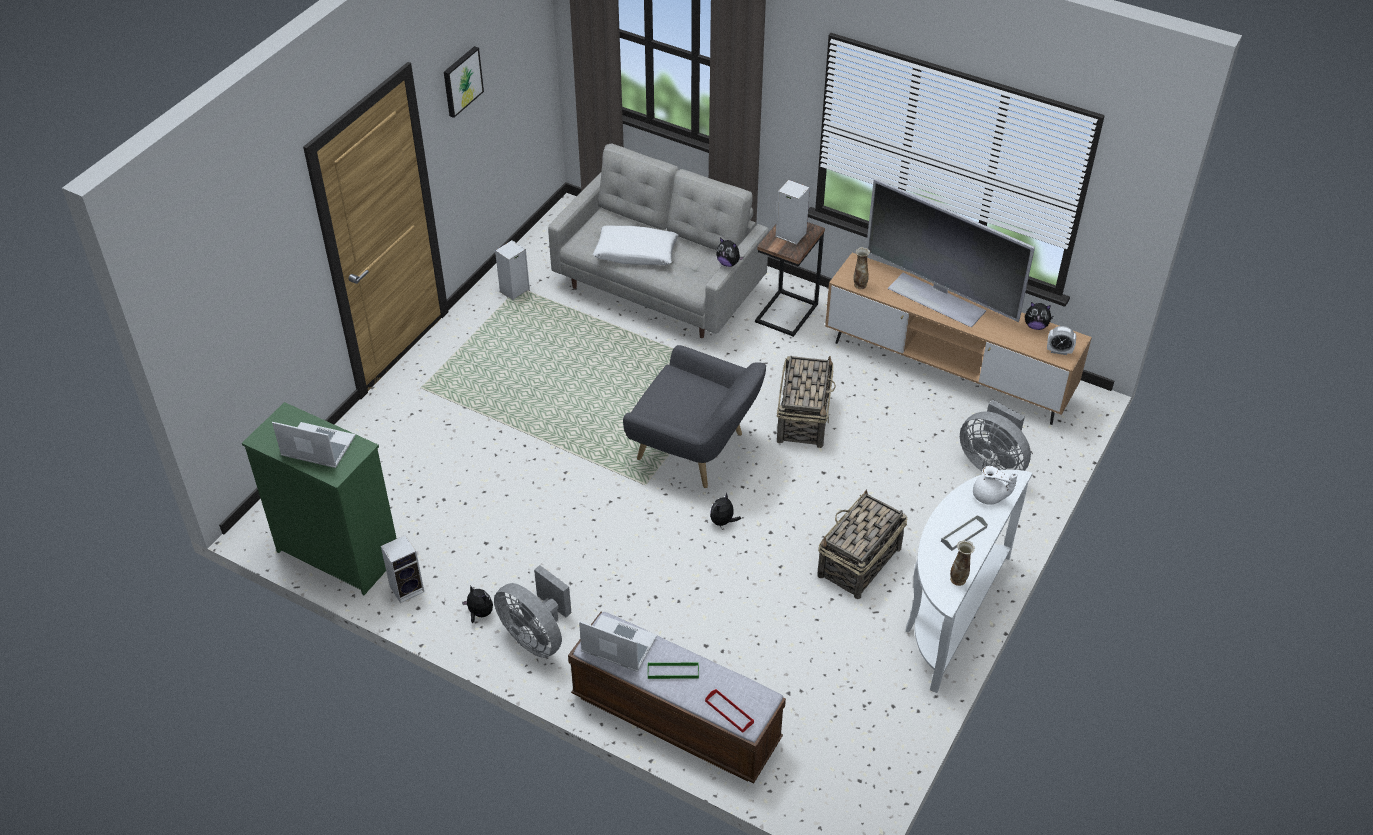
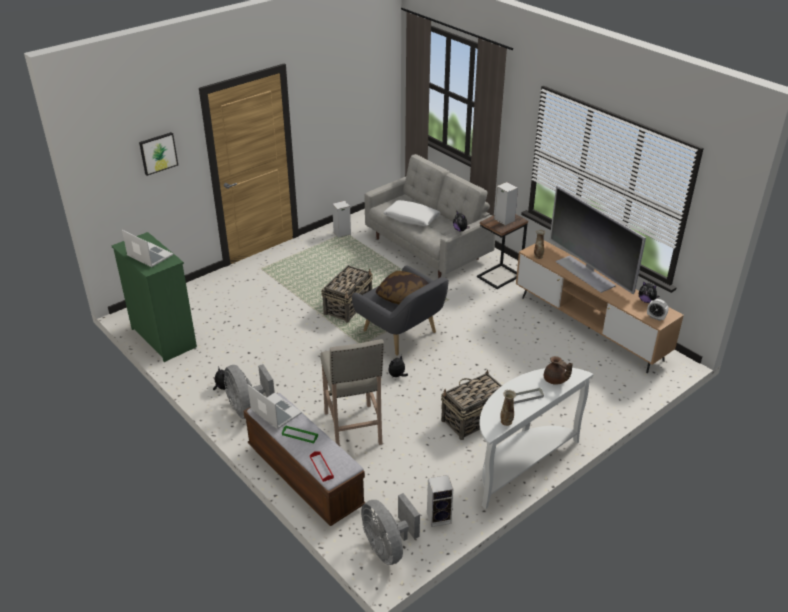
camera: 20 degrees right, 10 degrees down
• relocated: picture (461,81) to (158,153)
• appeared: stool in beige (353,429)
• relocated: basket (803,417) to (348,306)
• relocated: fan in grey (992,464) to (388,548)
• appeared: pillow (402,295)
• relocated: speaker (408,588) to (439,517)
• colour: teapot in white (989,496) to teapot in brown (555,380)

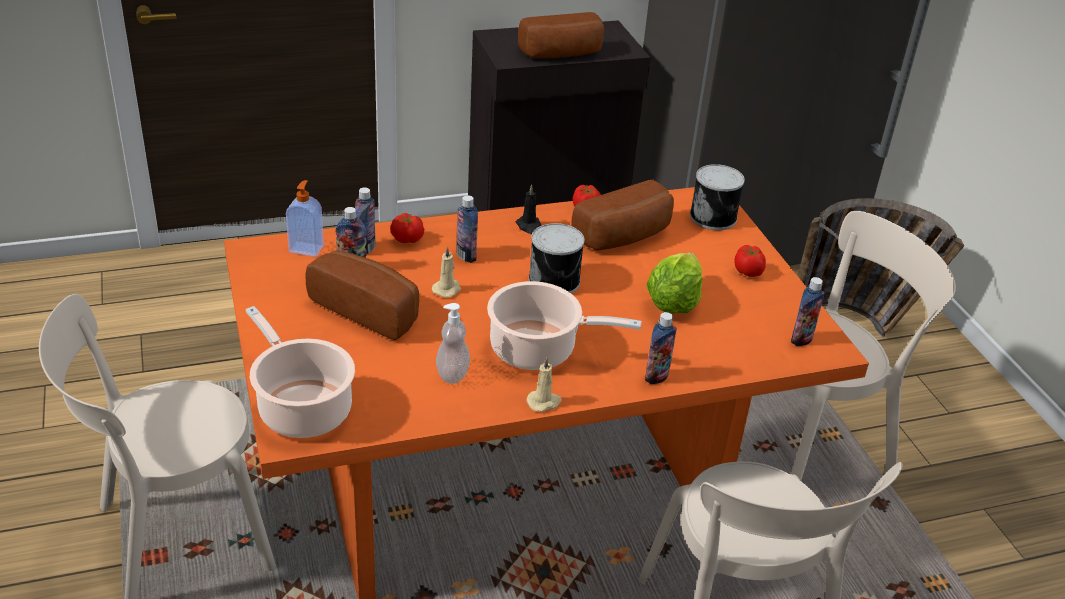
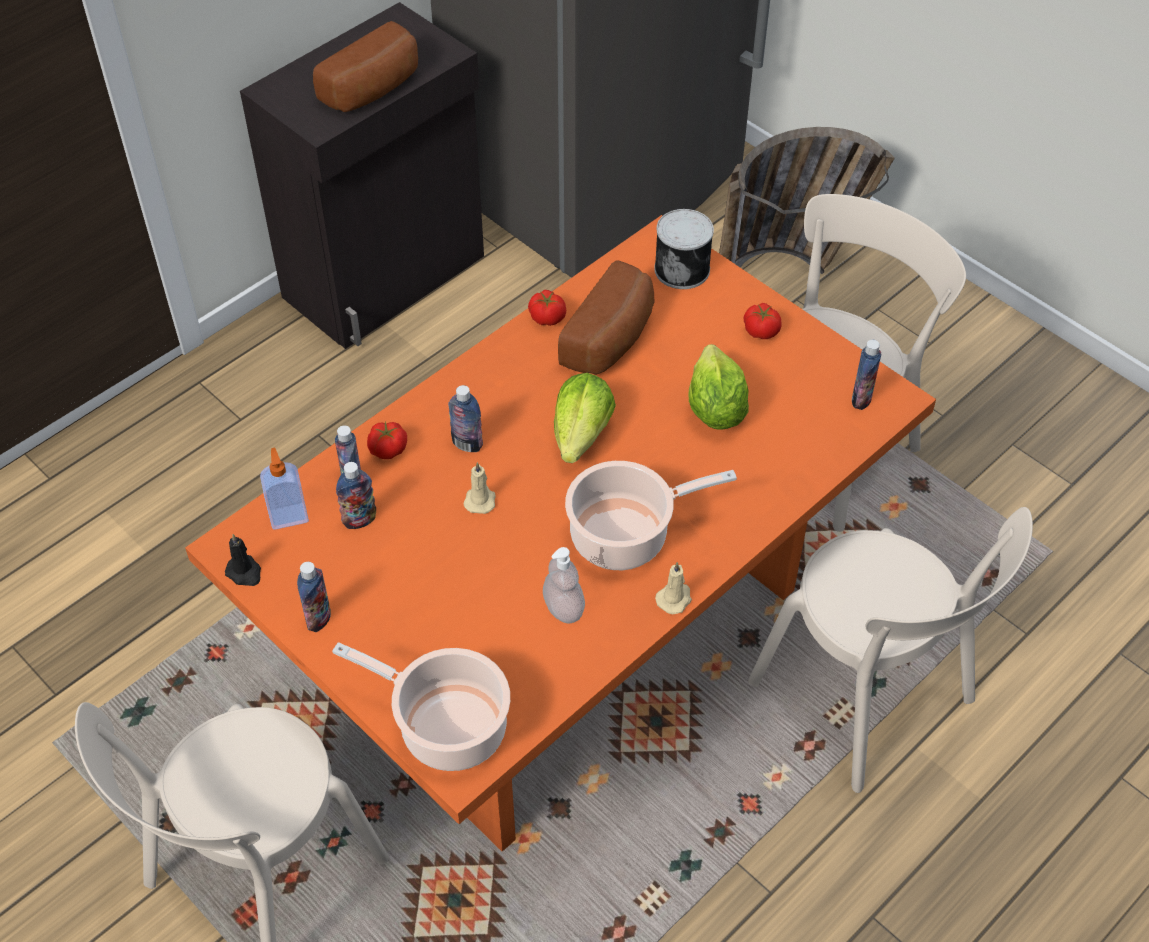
camera: 25 degrees left, 15 degrees up
• relocated: candle in black (529,226) to (245,573)
• relocated: bottle (656,376) to (319,618)
• exchanged: can (555,281) to lettuce (582,434)
• missing: bread (369,309)

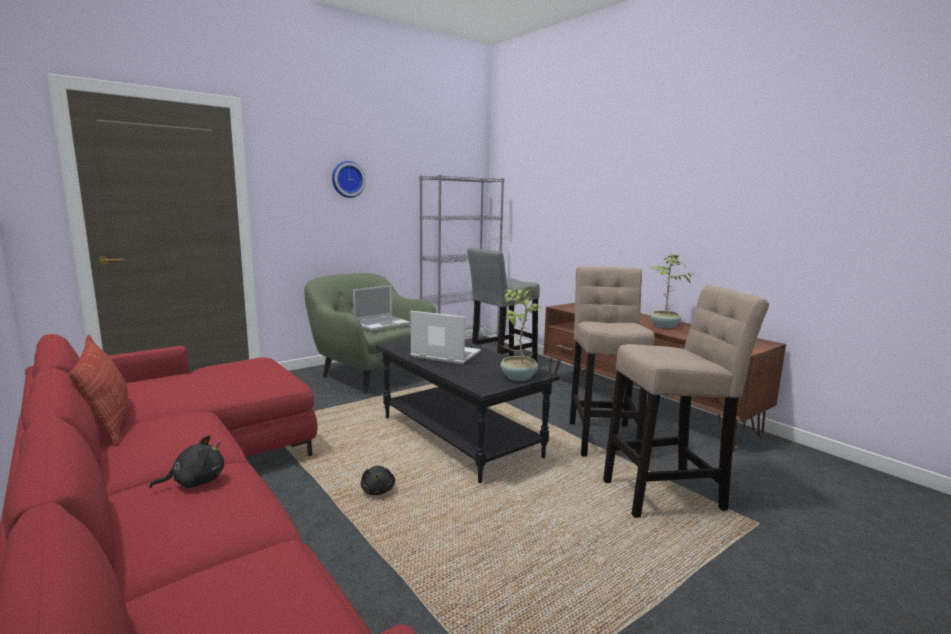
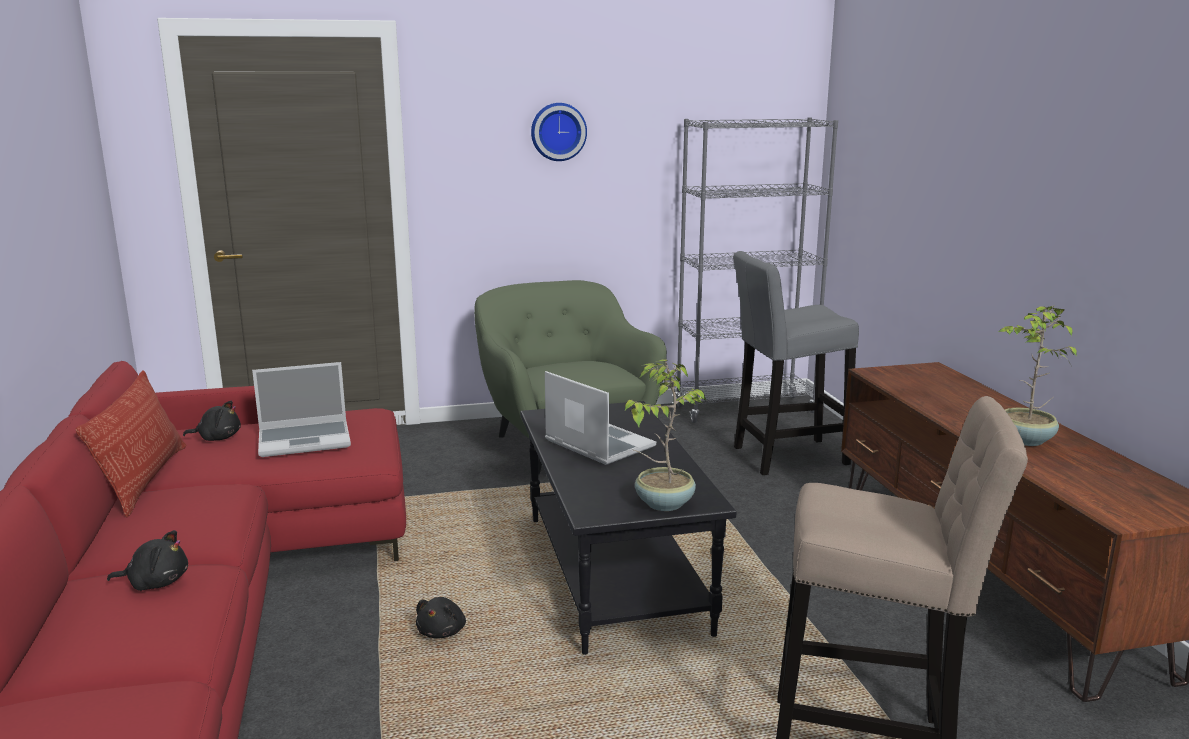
camera: 25 degrees right, 5 degrees up
• appeared: plush toy in black (217,438)
• relocated: laptop (382,324) to (306,440)
• missing: stool in beige (603,437)

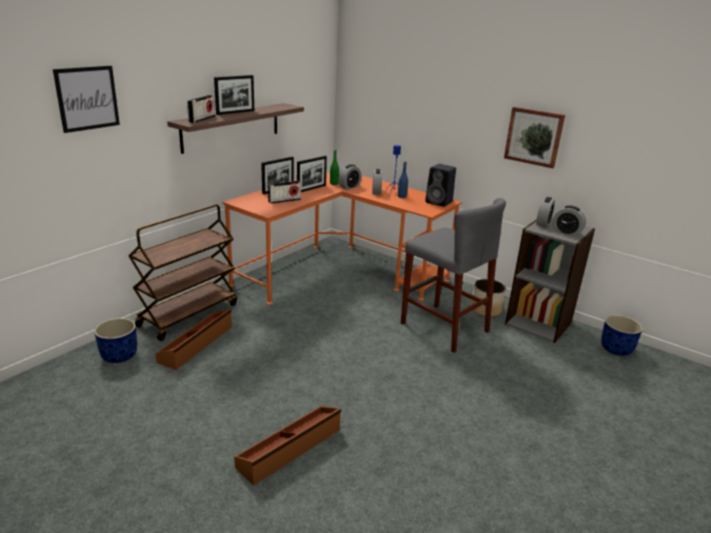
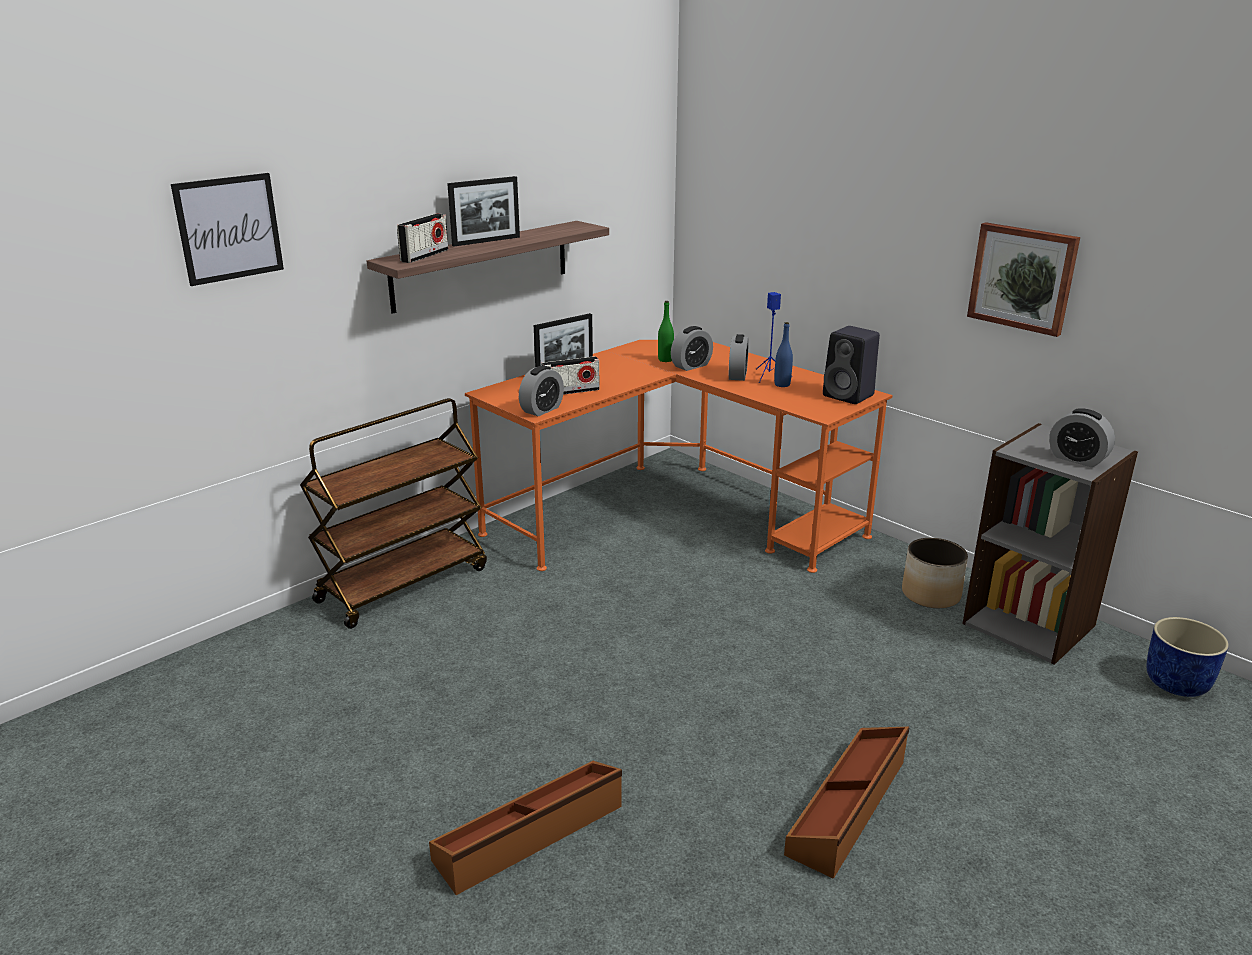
camera: 10 degrees right, 0 degrees up
• relocated: alarm clock (543,223) to (542,410)
• relocated: storage box in brown (197,344) to (849,807)
• missing: planter in blue (119,355)
• missing: picture frame (311,189)
• missing: stool in grey (444,327)

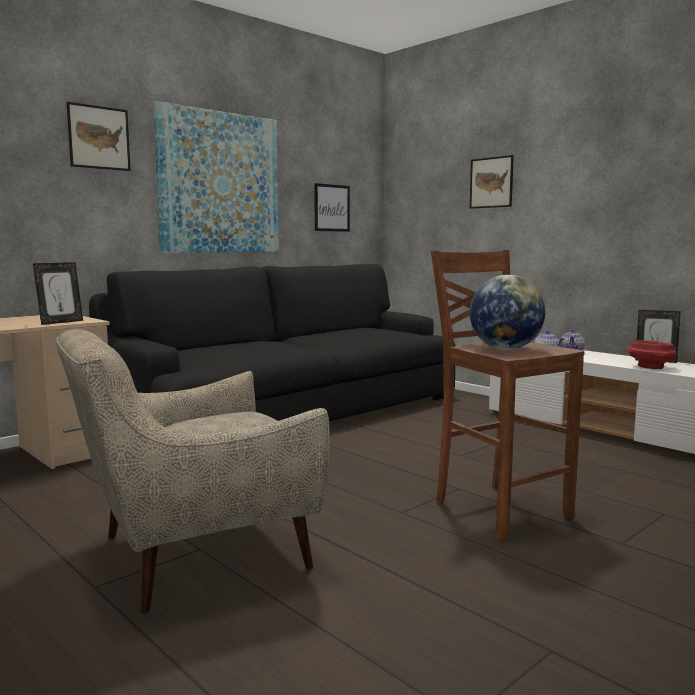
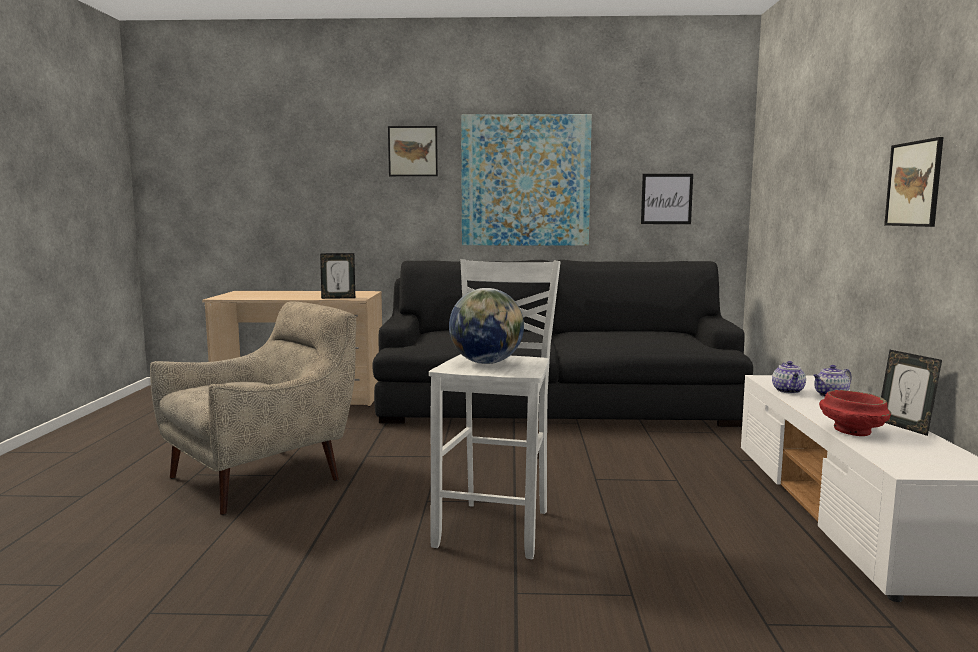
camera: 45 degrees right, 0 degrees up
• spun: armchair in beige (192,555) = (263,477) 120 degrees clockwise
• colour: stool in brown (499,509) to stool in white (497,527)
• relocated: picture (491,182) to (913,184)

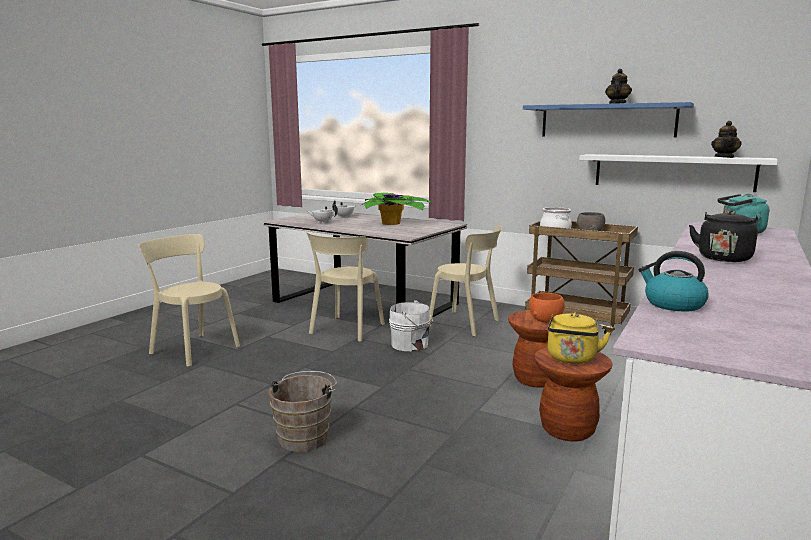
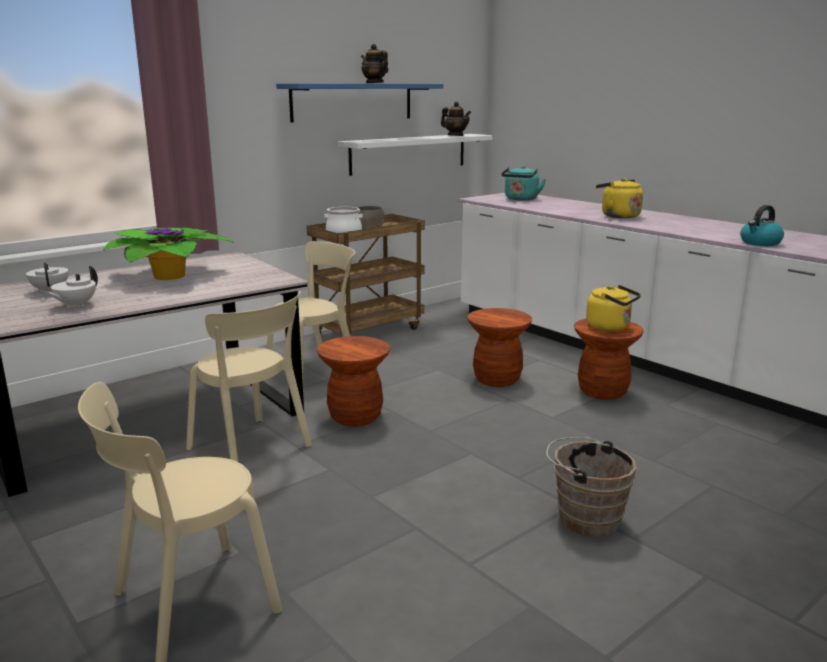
camera: 70 degrees left, 5 degrees up
• exchanged: bucket in white (411,345) to stool in brown (355,416)
• colour: kettle in black (724,258) to kettle in yellow (617,216)
• missing: bowl in orange (545,319)

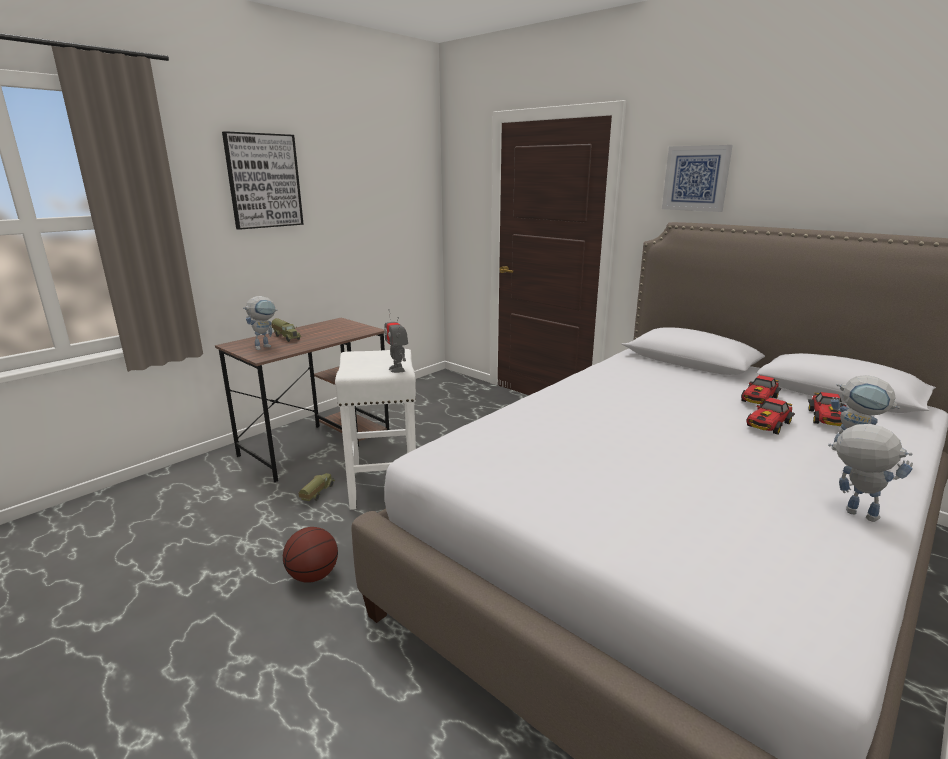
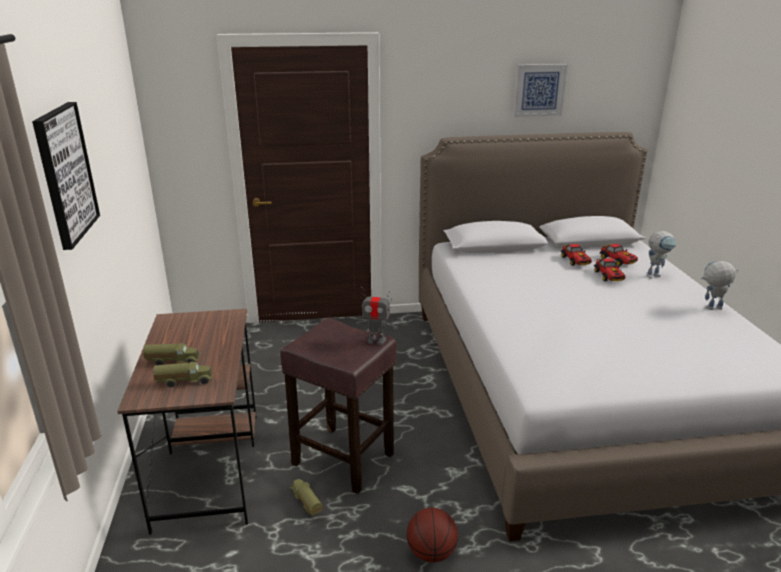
camera: 50 degrees left, 5 degrees up
• exchanged: toy robot (266,346) to toy truck (185,381)
• colour: stool in white (384,486) to stool in brown (345,459)
• relocated: picture (696,178) to (539,90)

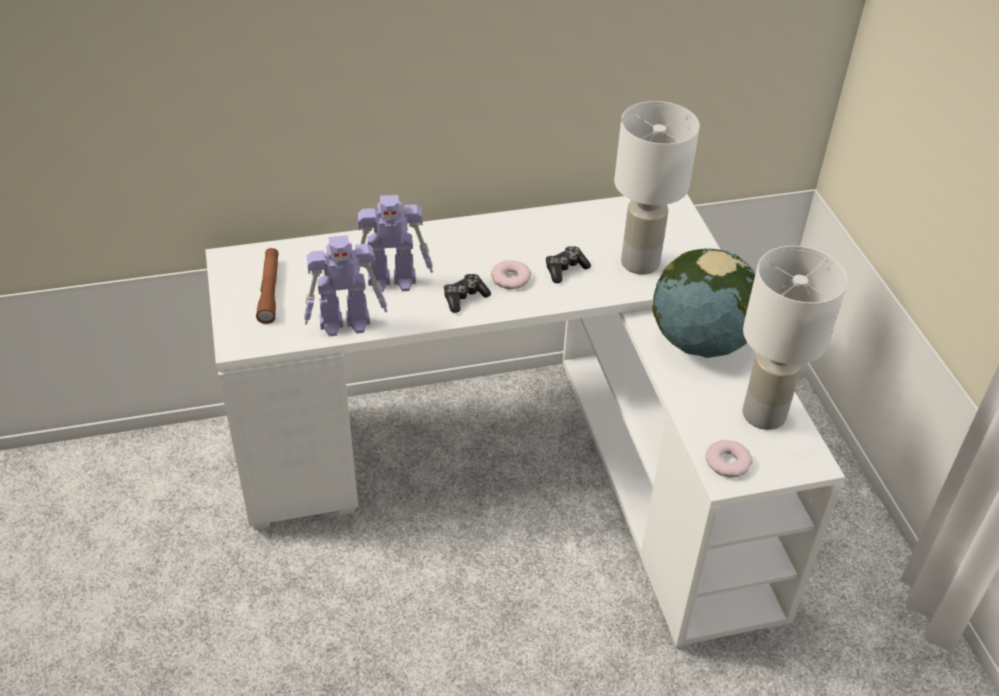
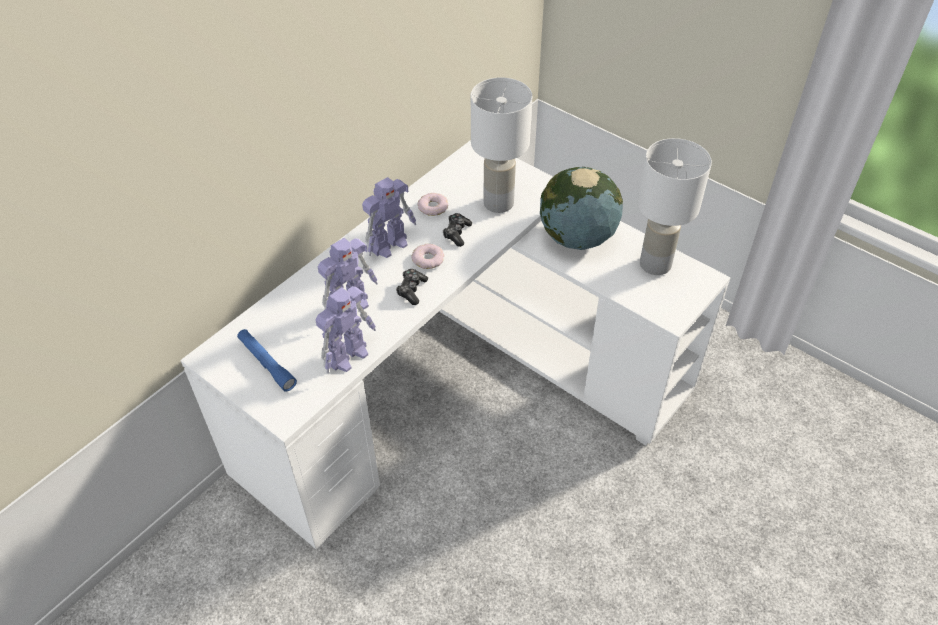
camera: 35 degrees left, 5 degrees up
• colour: flashlight in brown (269,291) to flashlight in blue (267,363)
• appeared: toy robot (390,244)
• relocated: donut (727,462) to (433,207)

